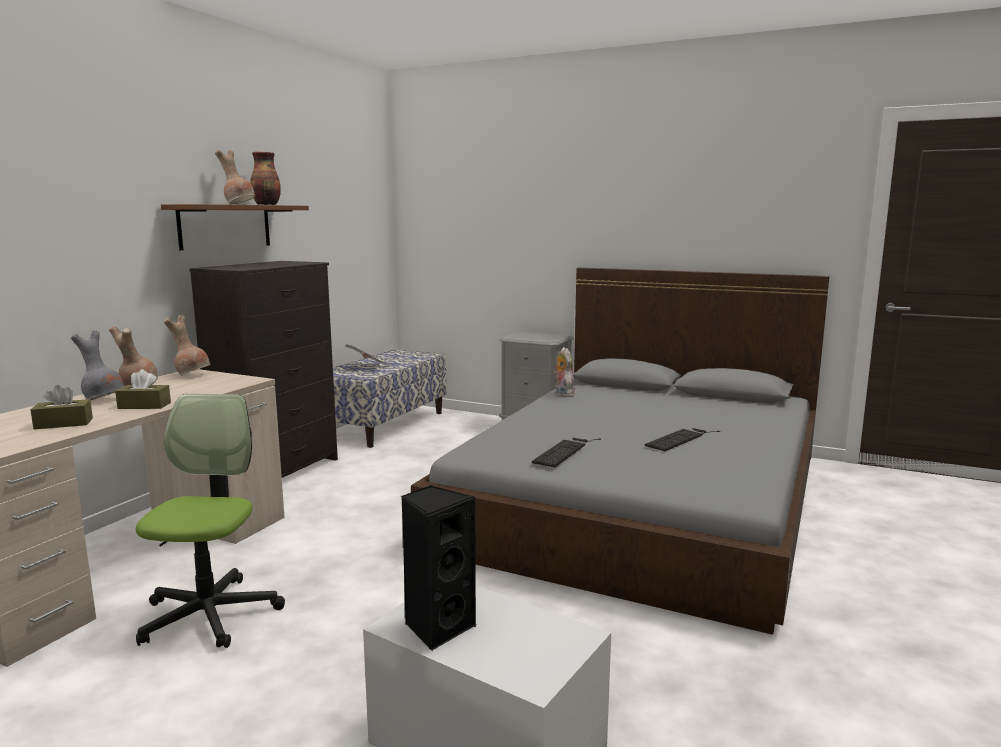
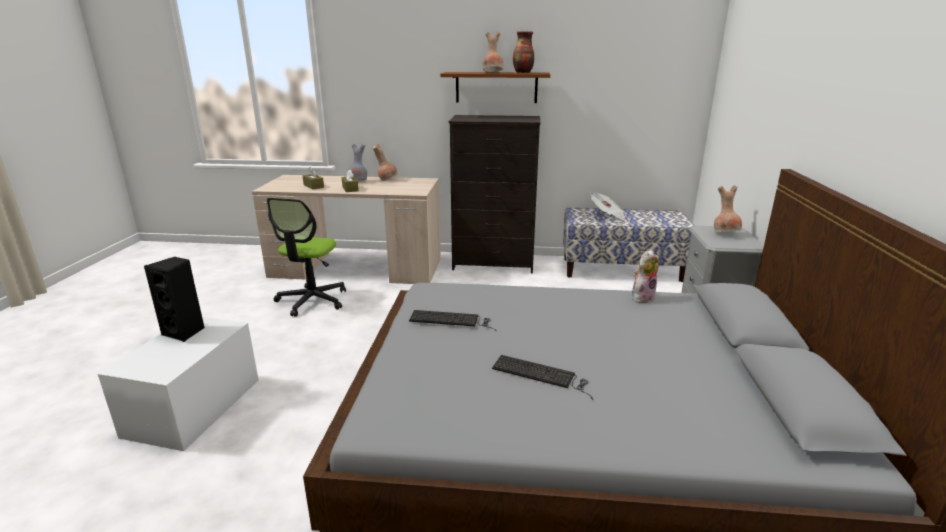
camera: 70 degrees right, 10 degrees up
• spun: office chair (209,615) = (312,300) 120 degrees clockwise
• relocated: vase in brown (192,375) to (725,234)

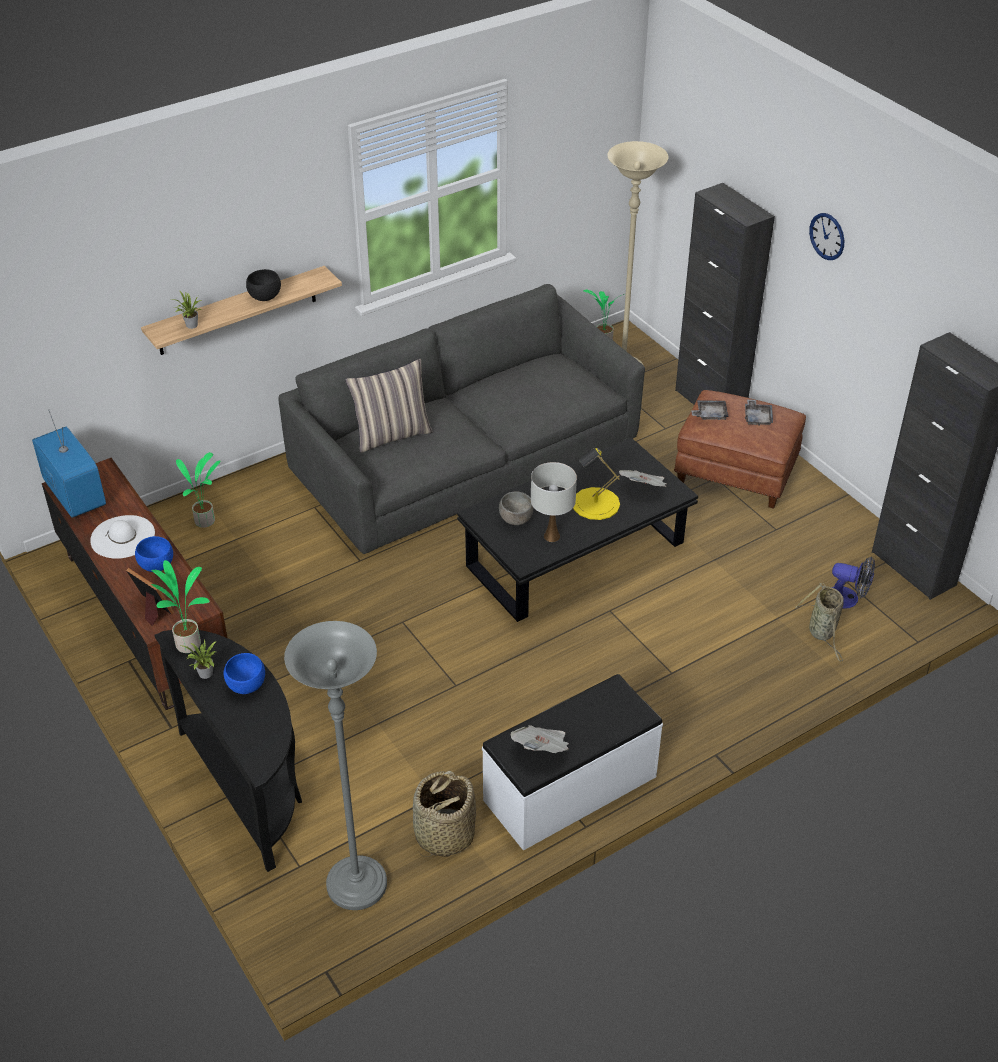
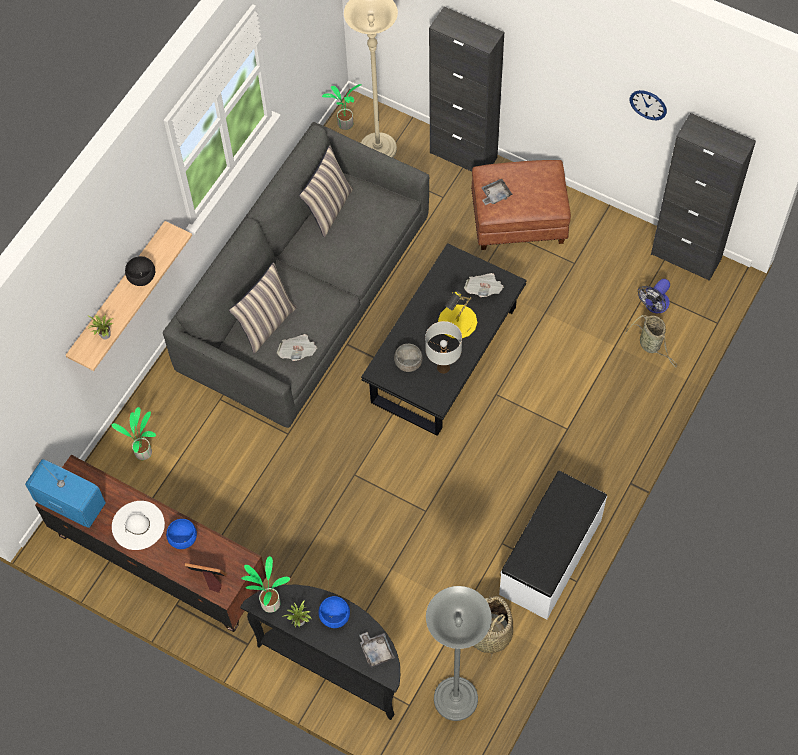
camera: 25 degrees left, 20 degrees up
• relocated: newspaper (542,749) to (298,352)
• appeared: pillow (328,208)
• relocated: tray in grey (757,417) to (376,651)
• relocated: wall clock (827,236) to (648,104)
• spun: fan (848,599) = (654,306) 135 degrees clockwise

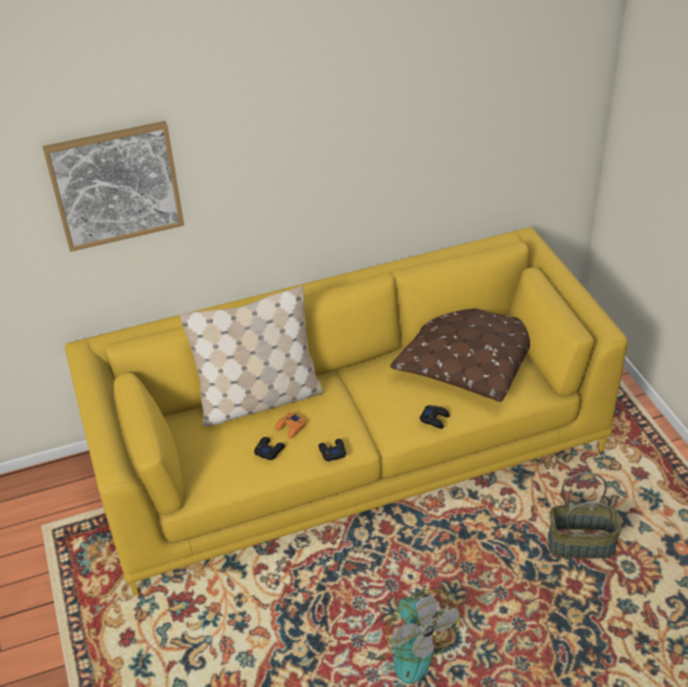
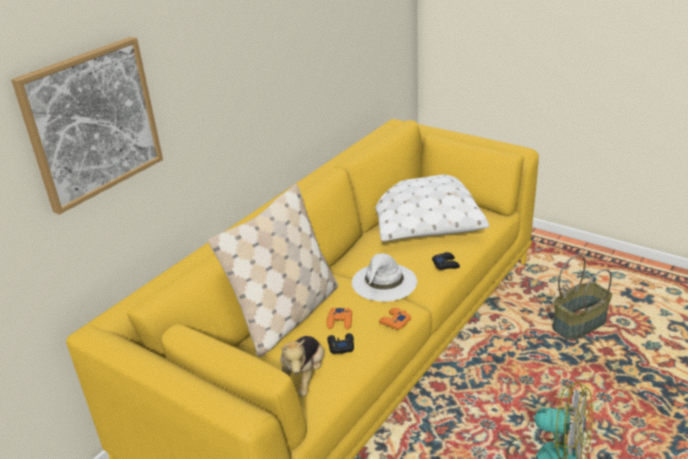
camera: 35 degrees left, 10 degrees down
• appeared: plush toy (303,377)
• appeared: hat in white (384,282)
• colour: pillow in brown (466,360) to pillow in white (421,221)
• colour: game controller in black (332,452) to game controller in orange (394,322)

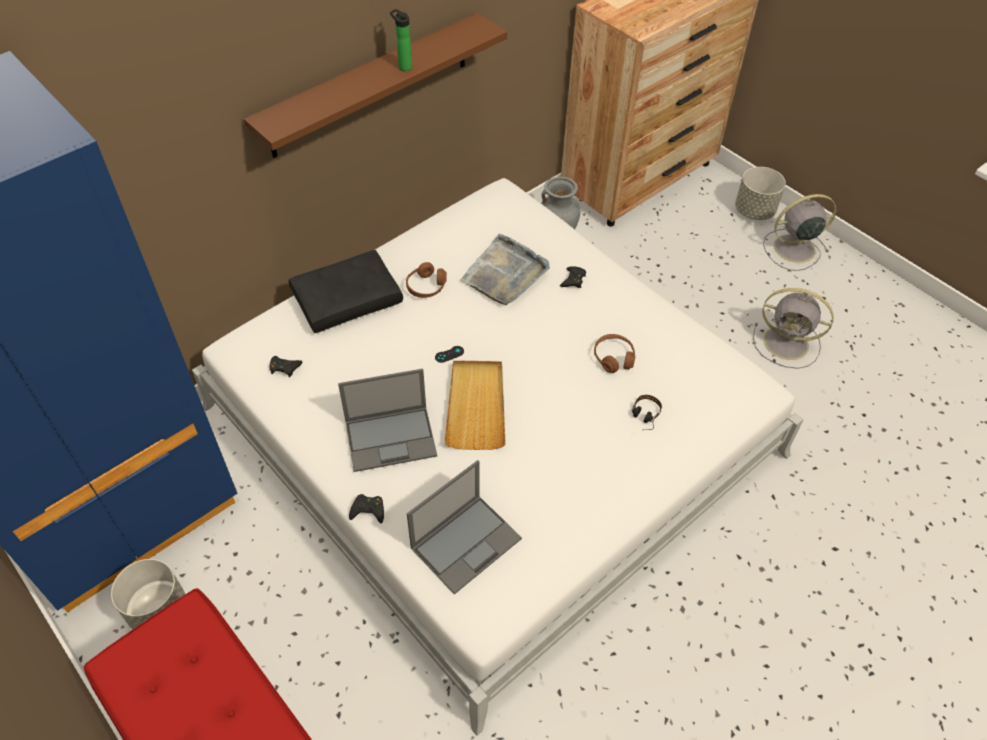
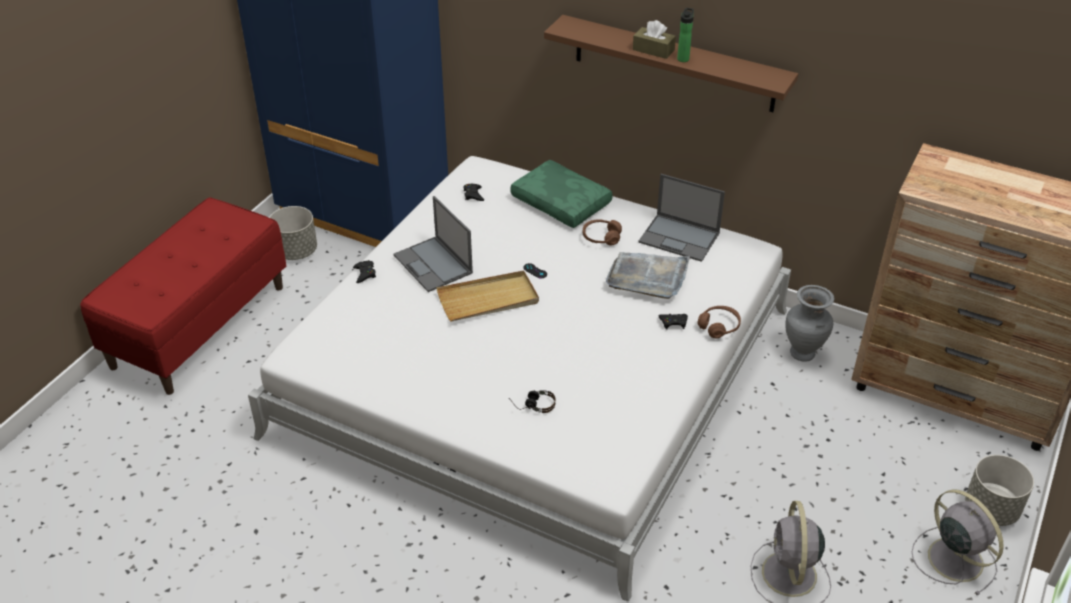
camera: 70 degrees right, 10 degrees down
• colour: pillow in black (347,298) to pillow in green (562,202)
• appeared: tissue box in brown (653,50)
• relocated: laptop (467,542) to (680,238)
• relocated: headphones in brown (613,358) to (719,326)

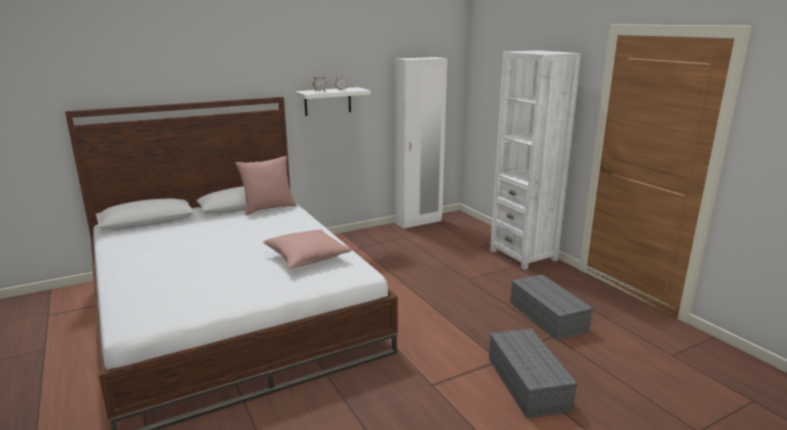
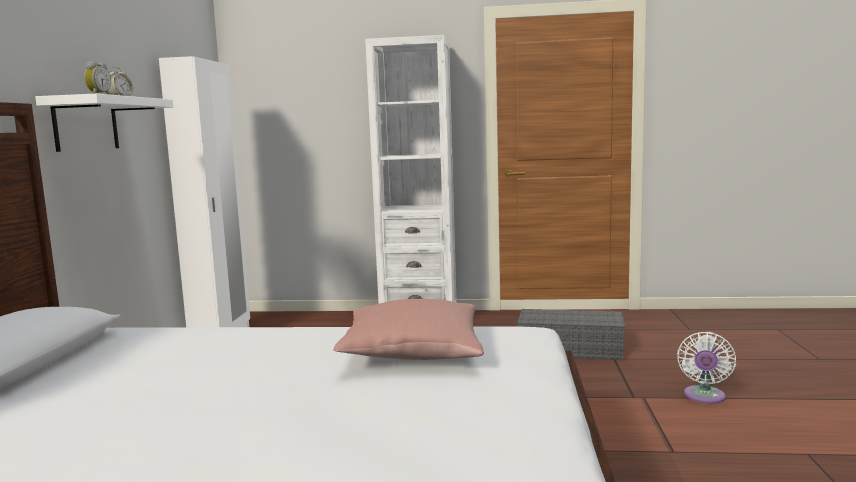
camera: 55 degrees left, 10 degrees down
• exchanged: storage box in grey (529,384) to fan in white (704,397)
• missing: pillow in pink (268,208)

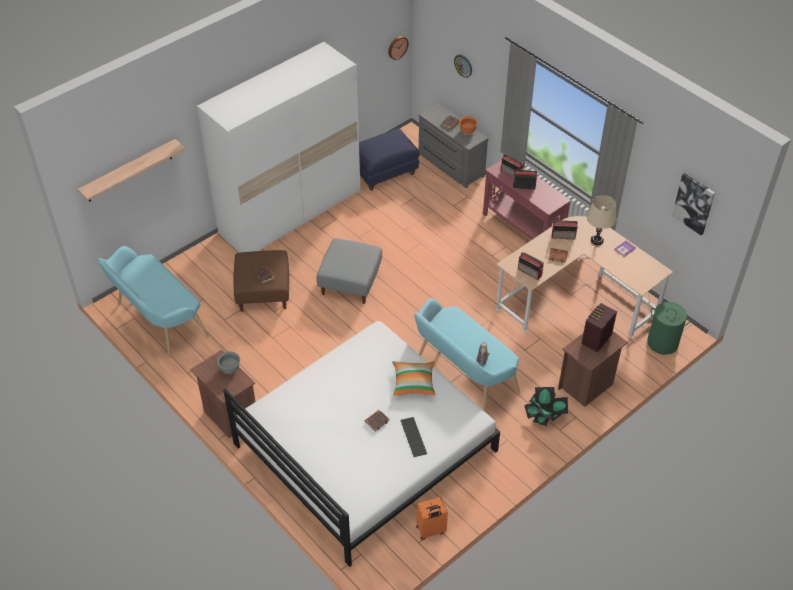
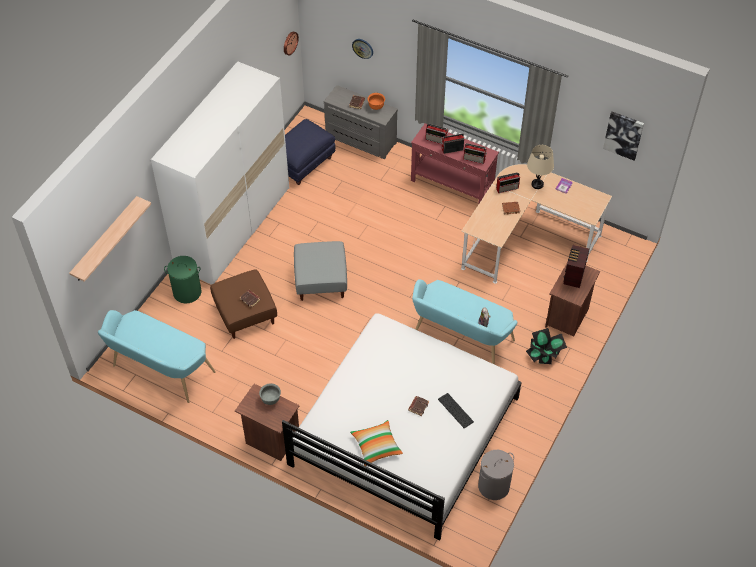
camera: 20 degrees left, 5 degrees up
• relocated: laundry basket in green (662,343) to (187,292)
• relocated: pillow (413,383) to (376,446)
• relocated: radio (530,273) to (475,159)
• exchanged: suitcase in orange (431,530) to laundry basket in grey (493,486)

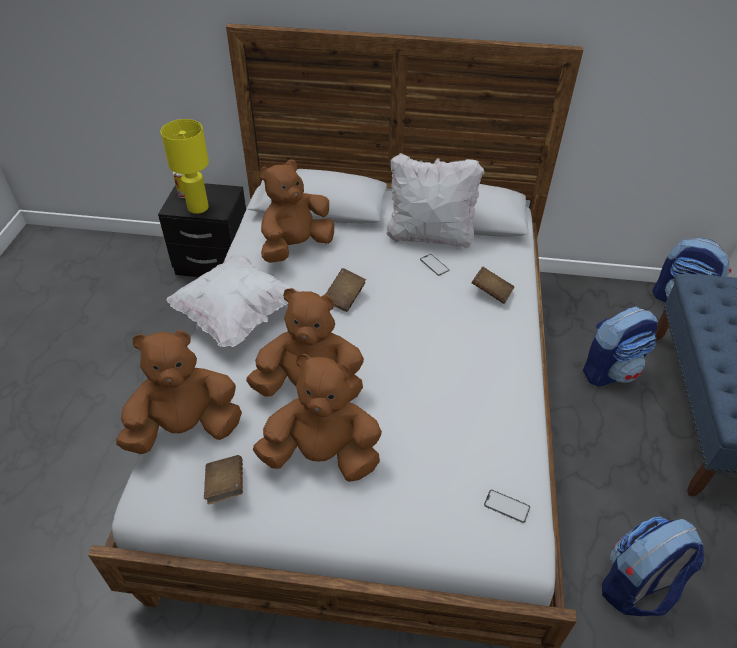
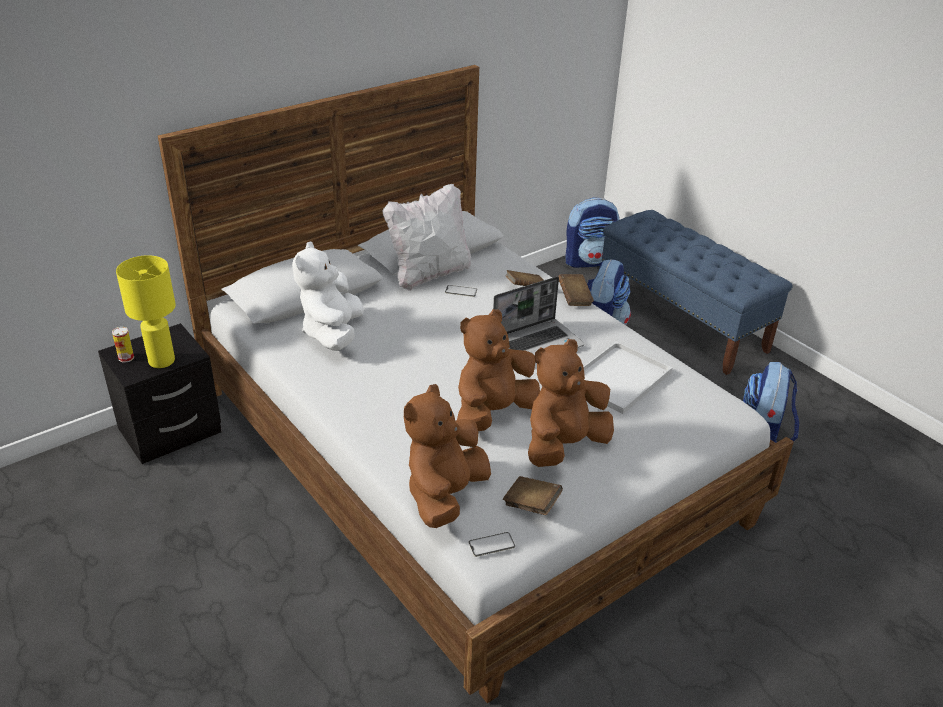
camera: 45 degrees left, 10 degrees down
• colour: plush toy in brown (296,247) to plush toy in white (332,333)
• relocated: phone (506,506) to (491,544)
• appeared: laptop (538,343)
• relocated: book in brown (344,297) to (574,298)
• appeared: tray in white (619,377)
• missing: pillow in white (237,316)

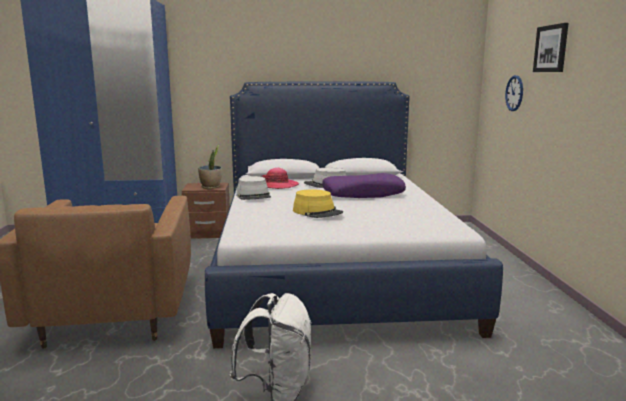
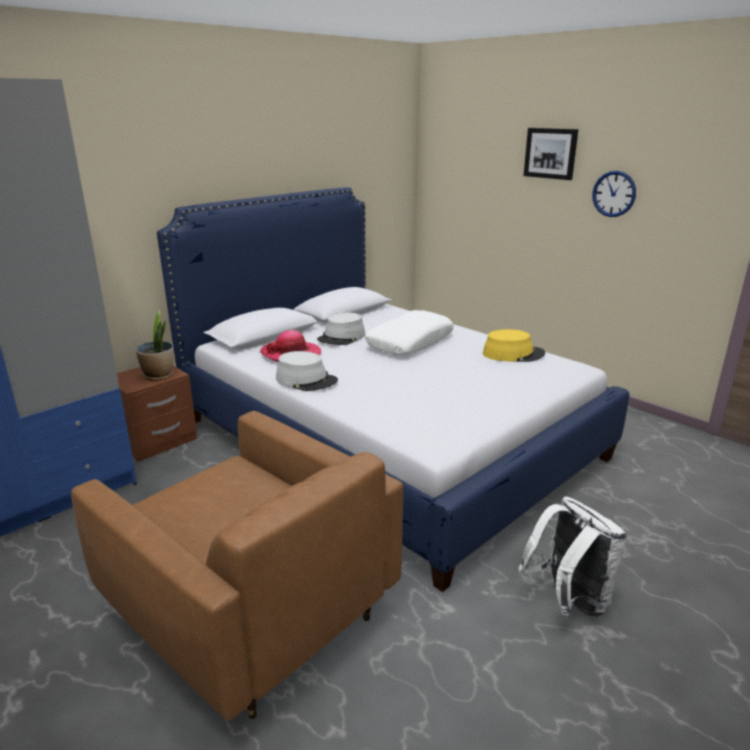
camera: 40 degrees left, 10 degrees up
• colour: pillow in purple (363,194) to pillow in white (409,342)
• relocated: hat in yellow (317,212) to (513,354)
• relocated: wall clock (514,93) to (614,194)

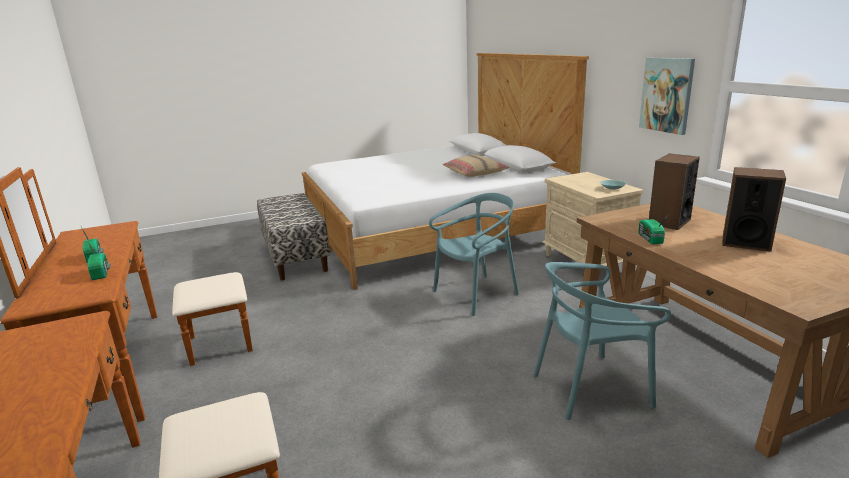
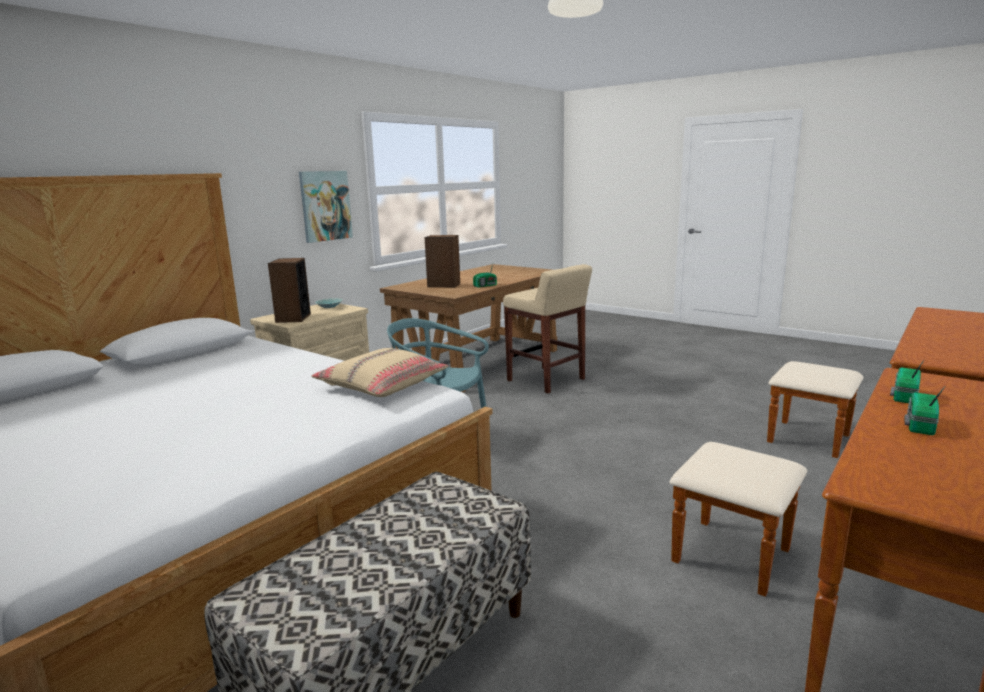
camera: 120 degrees left, 5 degrees down
• relocated: speaker (745,242) to (293,318)
• relocated: pillow in beige (475,173) to (382,385)
• exchanged: chair in turquoise (590,388) to stool in beige (547,380)

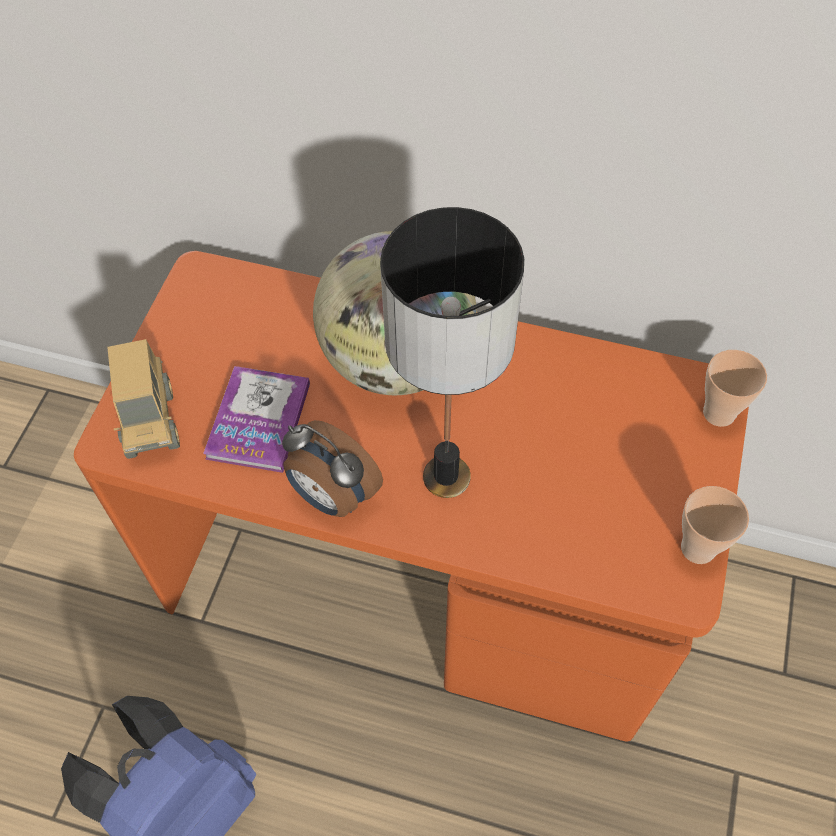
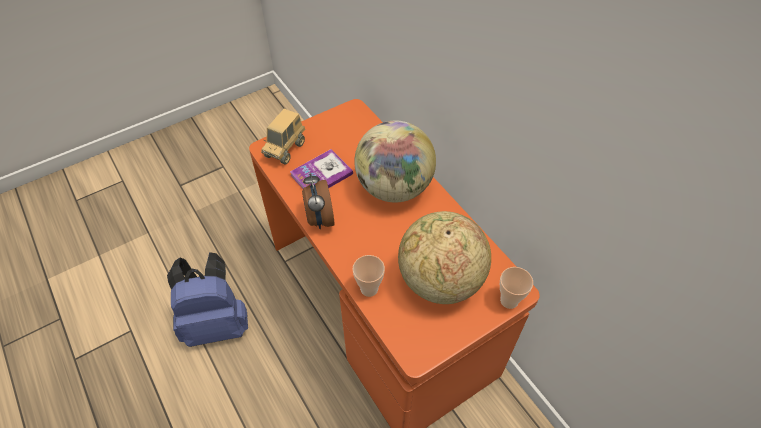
camera: 40 degrees right, 5 degrees down
• relocated: cup (698,548) to (369,289)
• appeared: globe (439,280)
• missing: table lamp (445,476)

